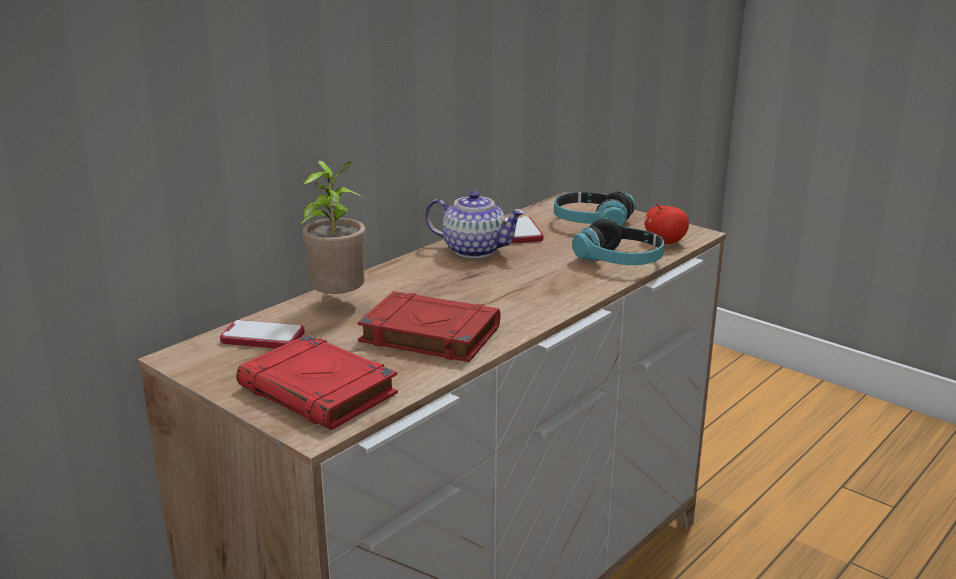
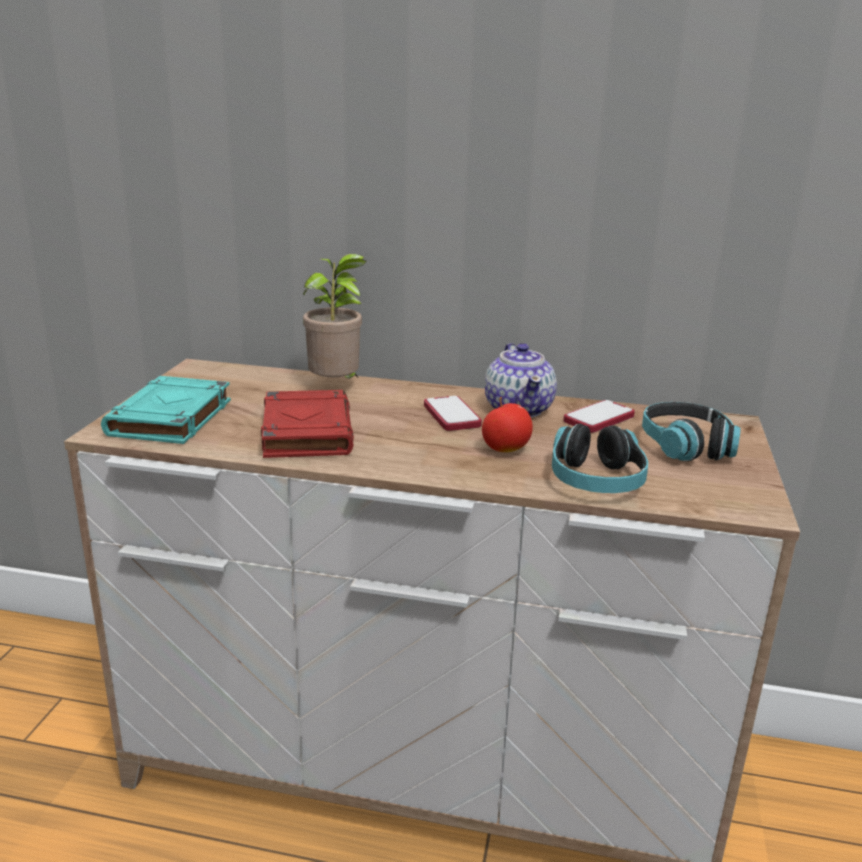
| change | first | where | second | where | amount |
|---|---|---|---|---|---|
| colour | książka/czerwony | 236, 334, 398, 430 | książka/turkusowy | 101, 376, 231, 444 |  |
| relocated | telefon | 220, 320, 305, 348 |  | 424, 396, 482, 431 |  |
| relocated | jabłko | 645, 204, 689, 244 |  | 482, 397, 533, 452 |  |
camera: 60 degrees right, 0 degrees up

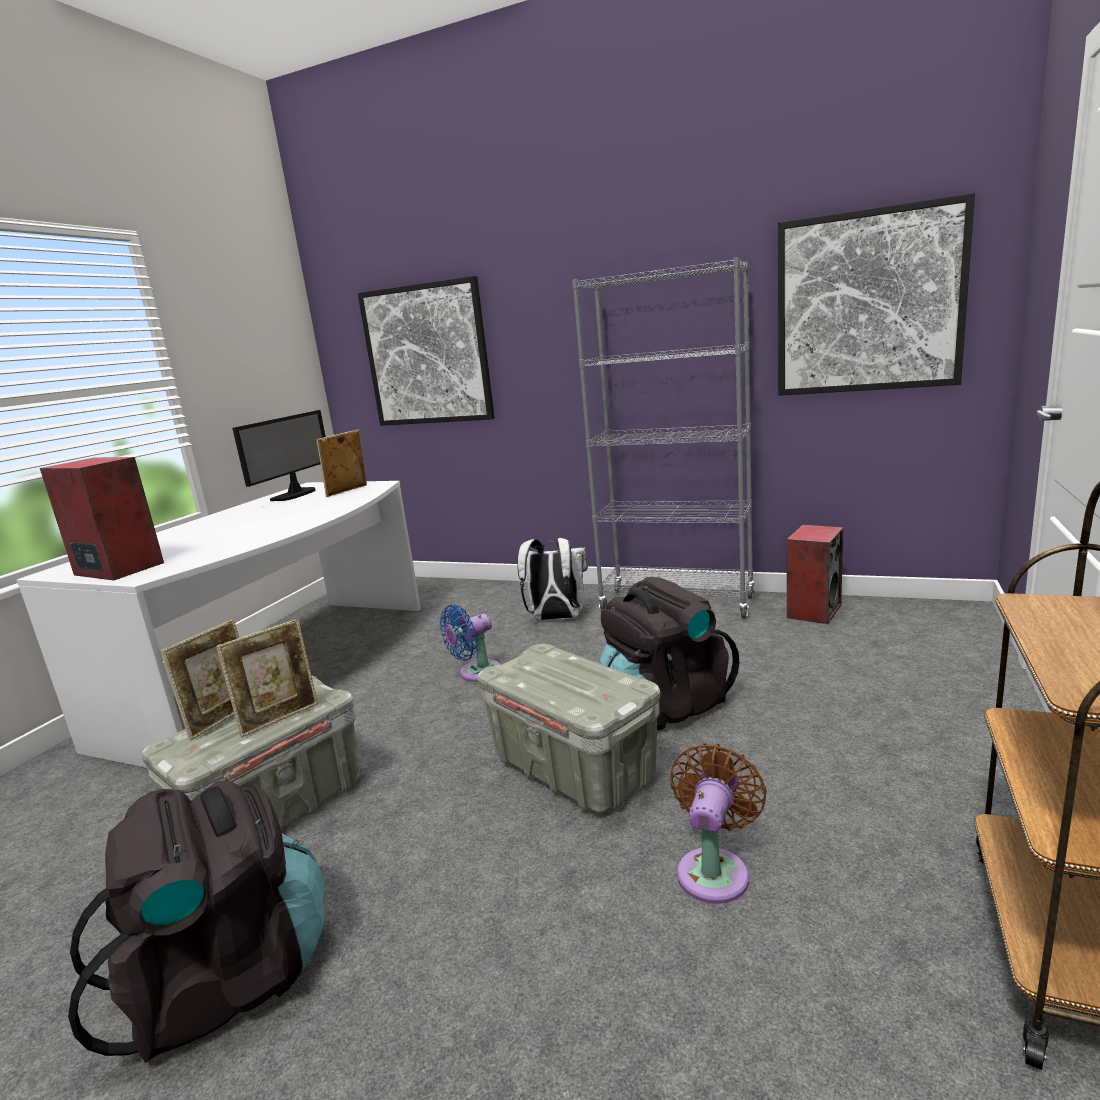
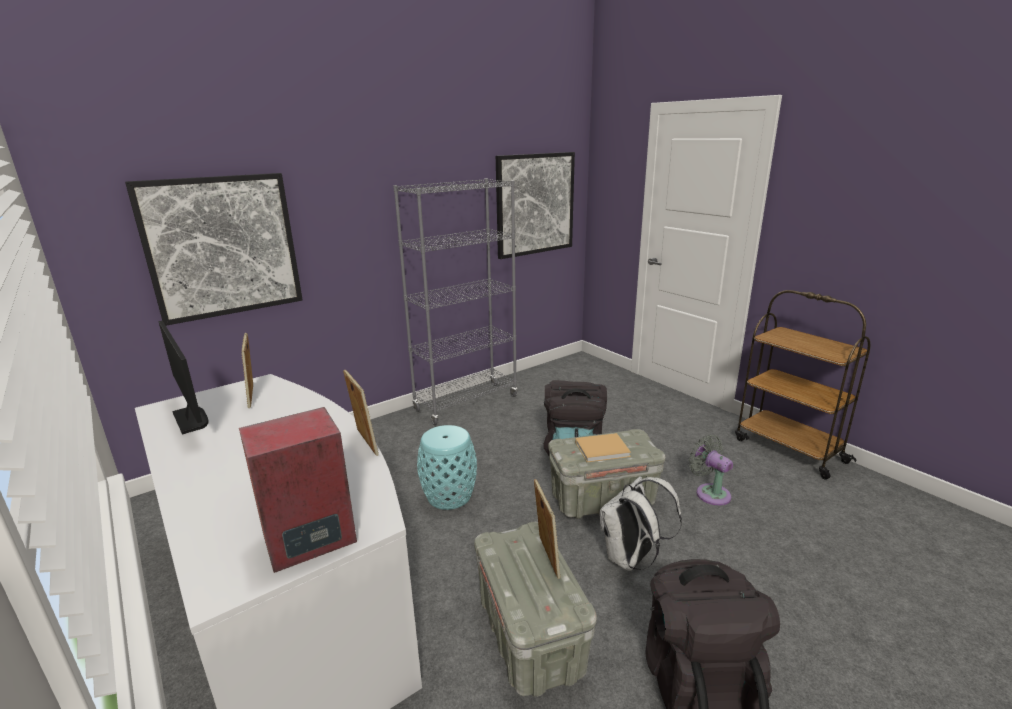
| change | first | where | second | where | amount |
|---|---|---|---|---|---|
| relocated | ramka na zdjęcie | 161, 619, 239, 740 |  | 343, 370, 379, 456 |  |
| exchanged | wentylator/niebieski | 440, 605, 501, 682 | stołek/turkusowy | 417, 425, 477, 510 |  |
| appeared |  |  | książka/beżowy | 575, 433, 631, 462 |  |
| relocated | plecak/biały | 517, 538, 588, 620 |  | 599, 476, 682, 571 |  |
| colour | wentylator/brązowy | 670, 743, 767, 904 | wentylator/szary | 689, 435, 733, 506 |  |
| missing | głośnik | 787, 525, 843, 624 |  |  |  |
camera: 60 degrees left, 5 degrees up

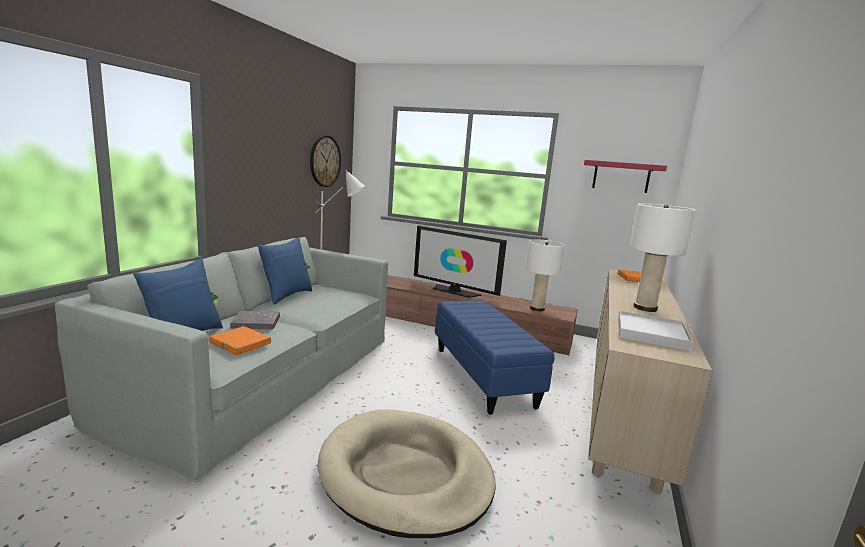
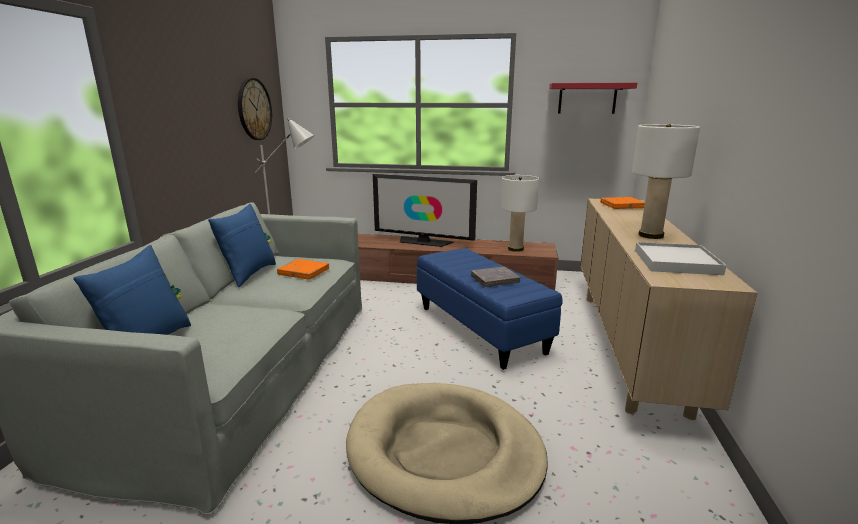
| change | first | where | second | where | amount |
|---|---|---|---|---|---|
| relocated | książka/pomarańczowy | 209, 326, 271, 355 |  | 277, 259, 329, 280 |  |
| relocated | książka/szary | 230, 311, 280, 330 |  | 471, 267, 520, 287 |  |
camera: 10 degrees left, 5 degrees up

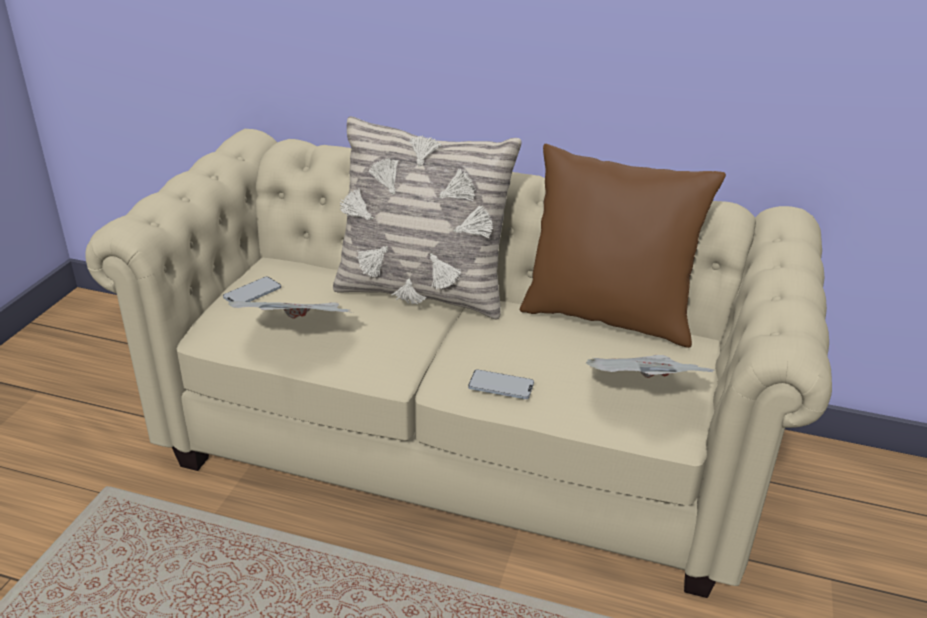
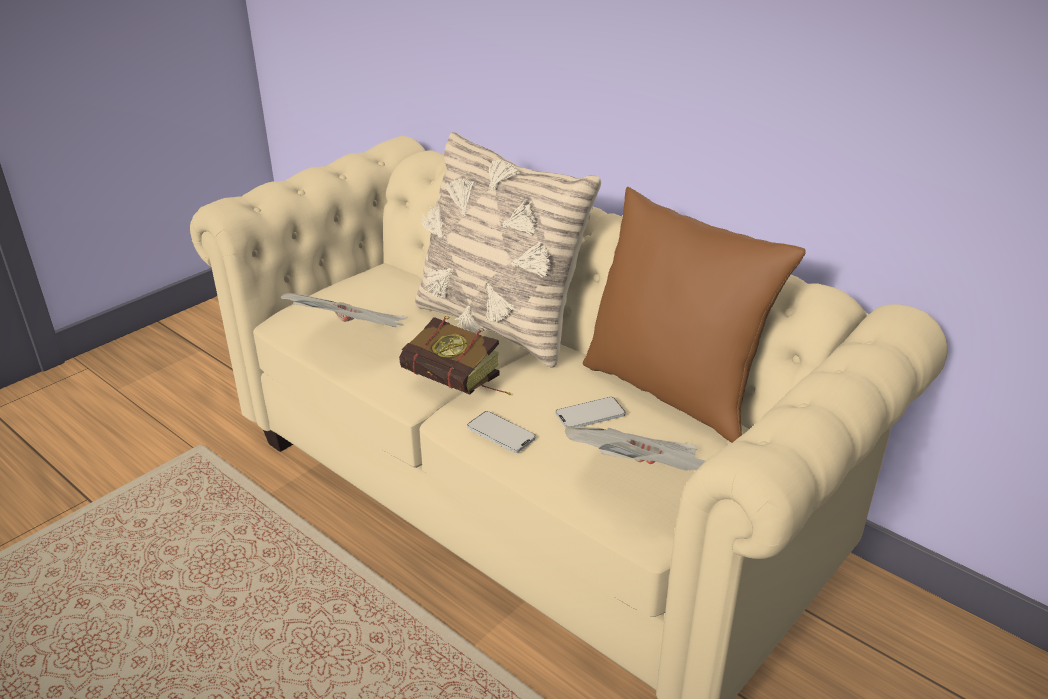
| change | first | where | second | where | amount |
|---|---|---|---|---|---|
| appeared |  |  | książka | 399, 316, 511, 395 |  |
| relocated | telefon | 223, 276, 281, 302 |  | 556, 397, 626, 428 |  |
camera: 25 degrees right, 0 degrees up

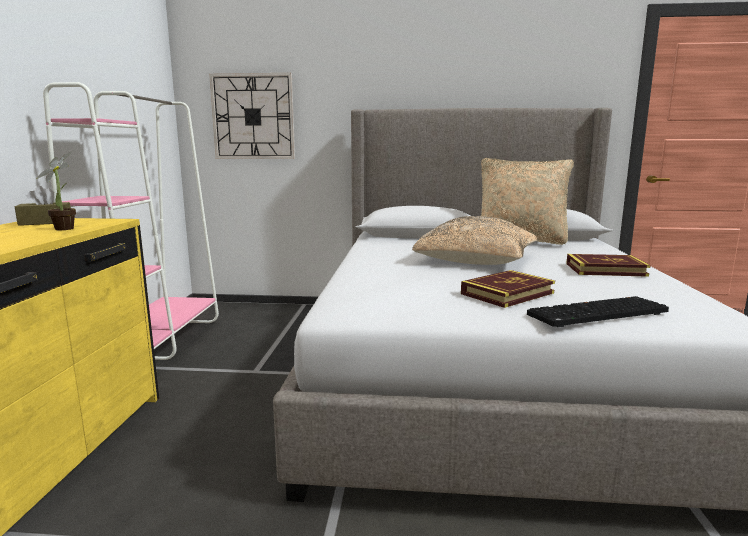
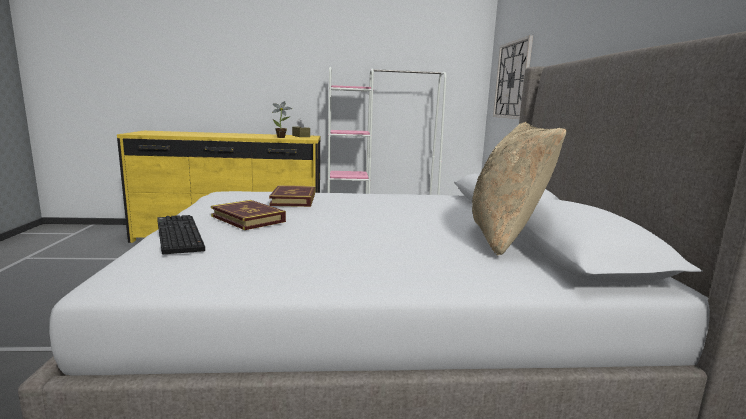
| change | first | where | second | where | amount |
|---|---|---|---|---|---|
| relocated | książka | 566, 254, 650, 277 |  | 269, 185, 315, 207 |  |
| missing | poduszka/beżowy | 412, 216, 538, 265 |  |  |  |
camera: 80 degrees right, 0 degrees up

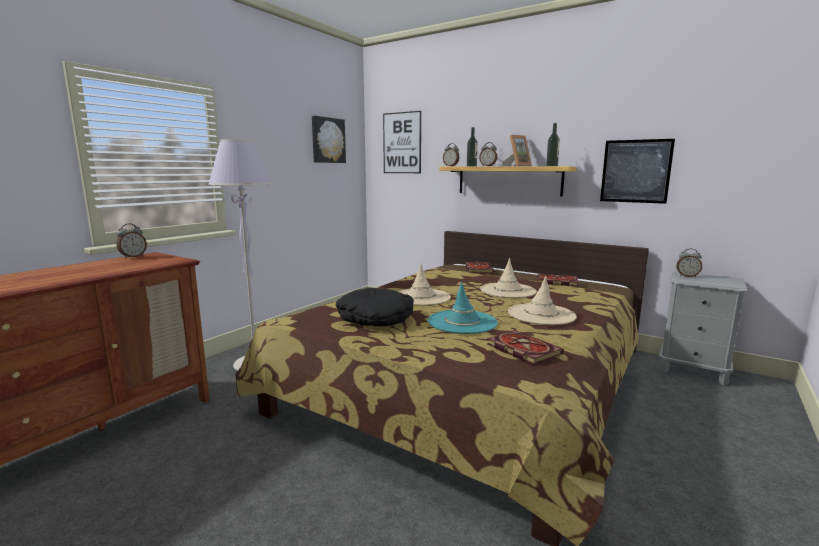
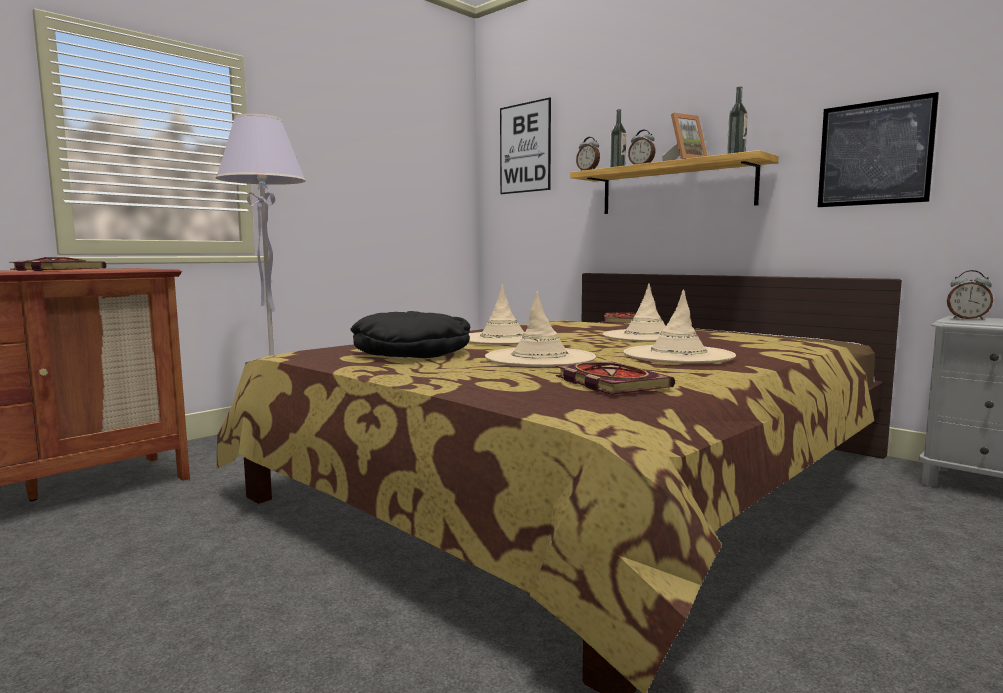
| change | first | where | second | where | amount |
|---|---|---|---|---|---|
| relocated | książka | 537, 274, 578, 286 |  | 10, 257, 106, 271 |  |
| colour | kapelusz/turkusowy | 428, 282, 498, 334 | kapelusz/beżowy | 485, 291, 596, 367 |  |
| missing | budzik | 117, 224, 147, 258 |  |  |  |
| missing | obraz | 312, 116, 346, 163 |  |  |  |
camera: 10 degrees right, 5 degrees down

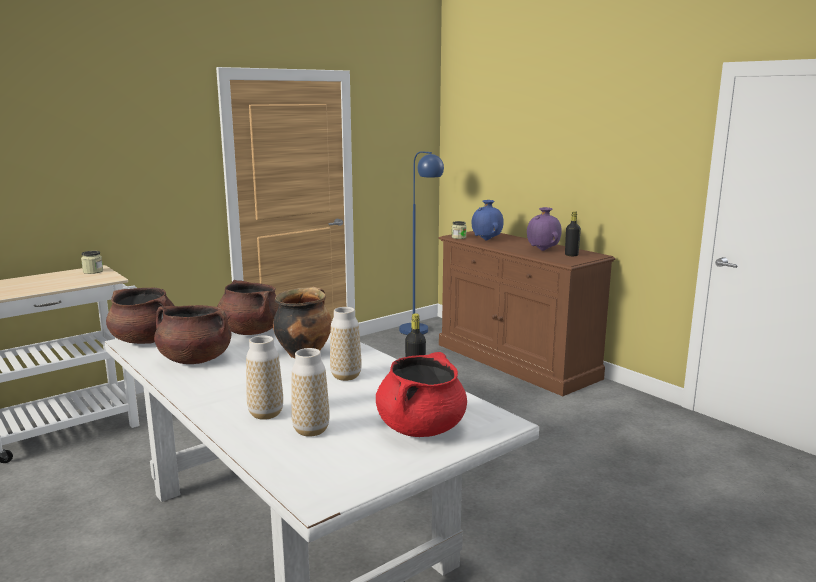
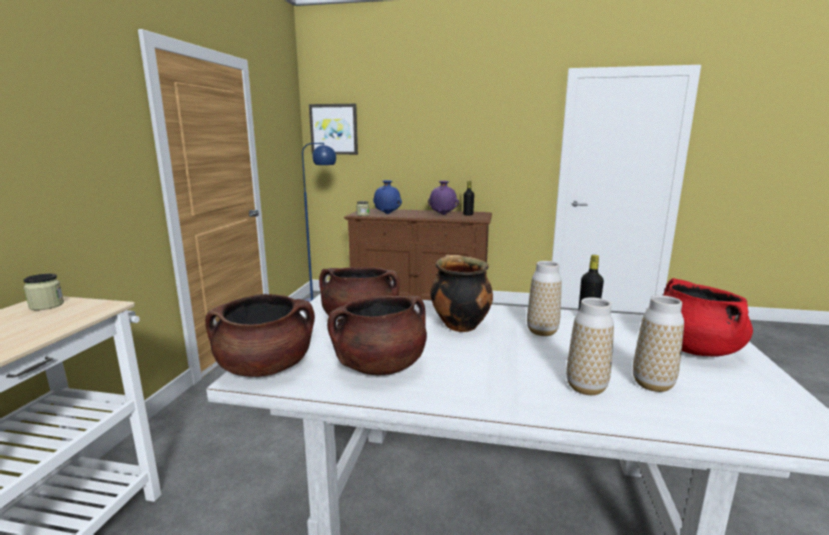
| change | first | where | second | where | amount |
|---|---|---|---|---|---|
| appeared |  |  | obraz | 309, 104, 358, 155 |  |
camera: 40 degrees left, 0 degrees up

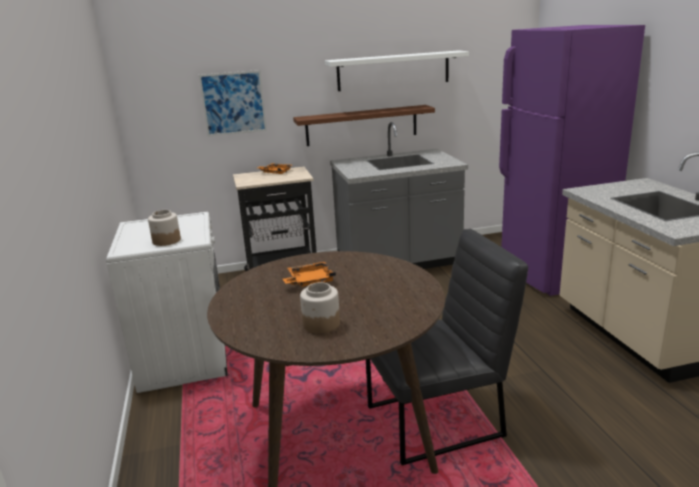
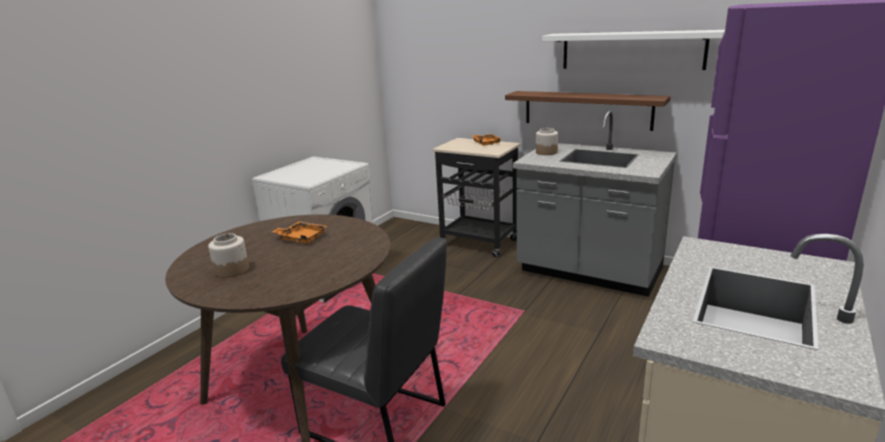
| change | first | where | second | where | amount |
|---|---|---|---|---|---|
| relocated | słoik | 148, 210, 181, 246 |  | 536, 128, 558, 155 |  |
| missing | obraz | 199, 70, 267, 137 |  |  |  |
camera: 45 degrees right, 0 degrees up

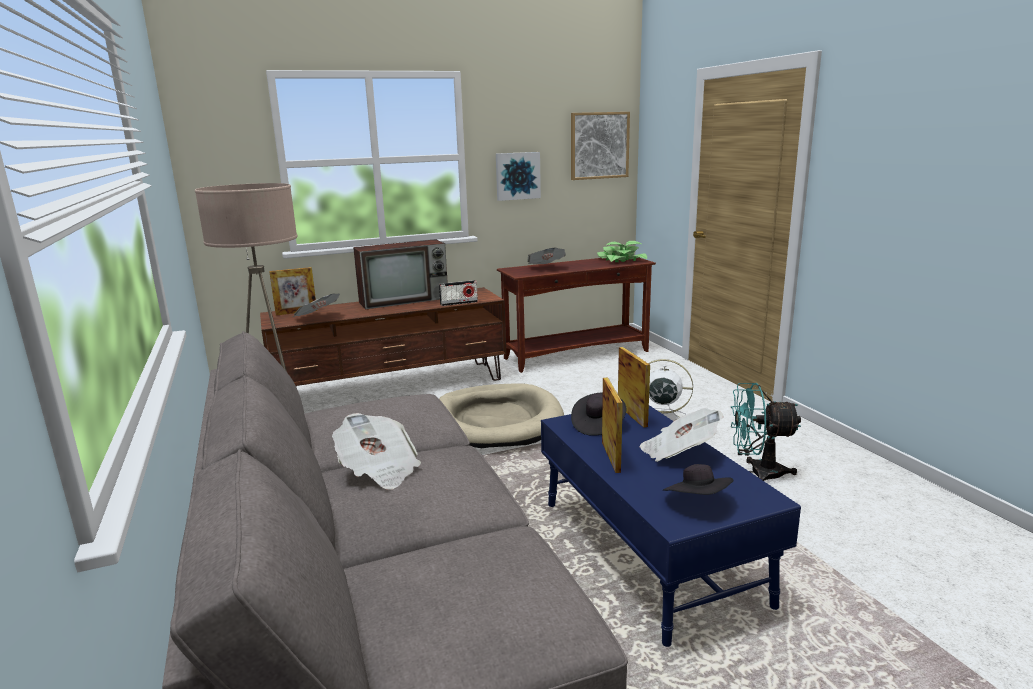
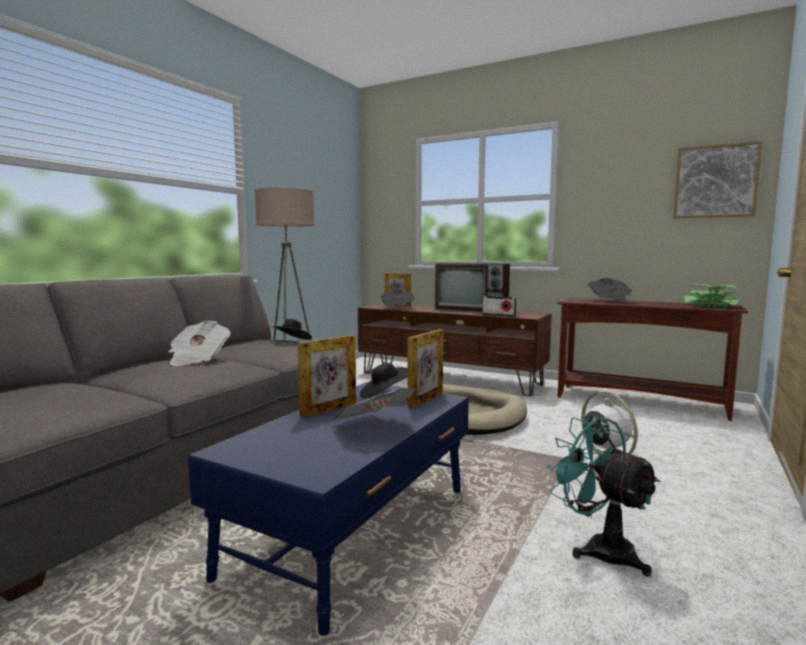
| change | first | where | second | where | amount |
|---|---|---|---|---|---|
| relocated | kapelusz/czarny | 663, 464, 734, 495 |  | 271, 319, 312, 340 |  |
| missing | obraz | 496, 152, 541, 201 |  |  |  |
camera: 50 degrees right, 10 degrees down

